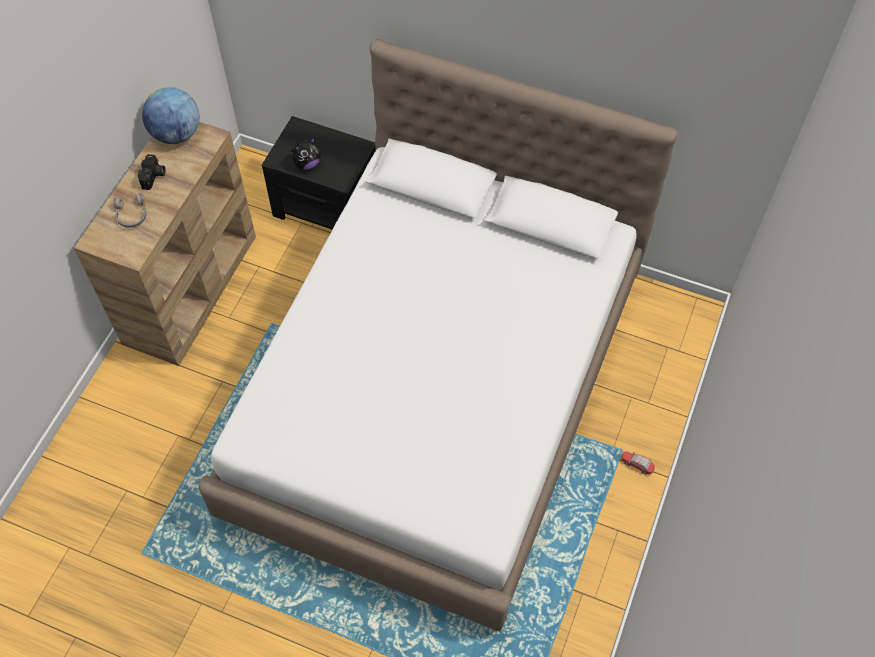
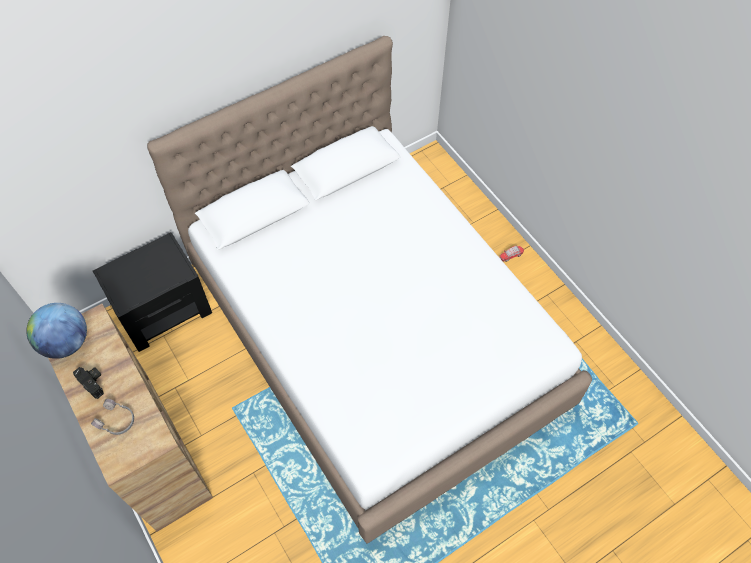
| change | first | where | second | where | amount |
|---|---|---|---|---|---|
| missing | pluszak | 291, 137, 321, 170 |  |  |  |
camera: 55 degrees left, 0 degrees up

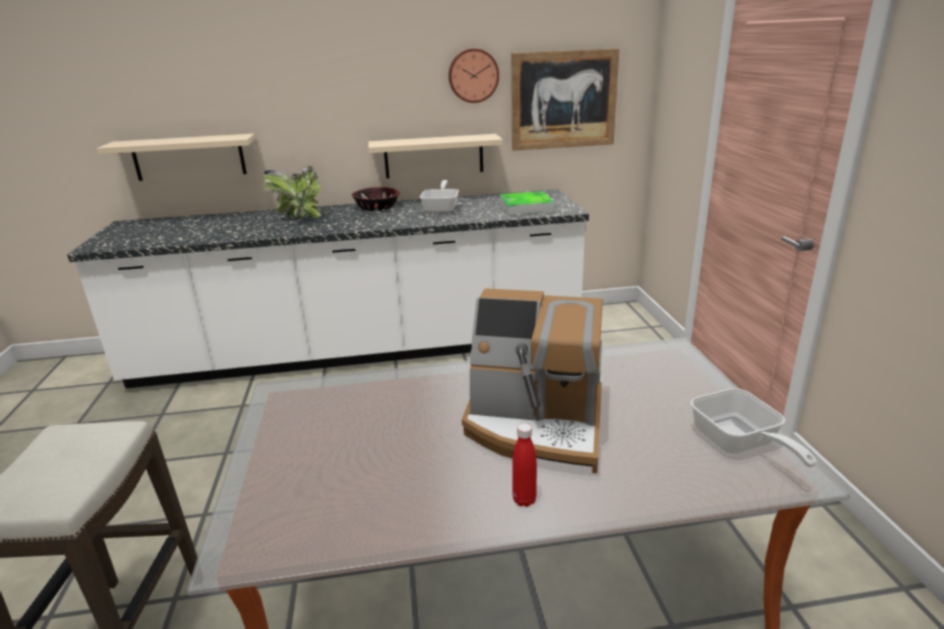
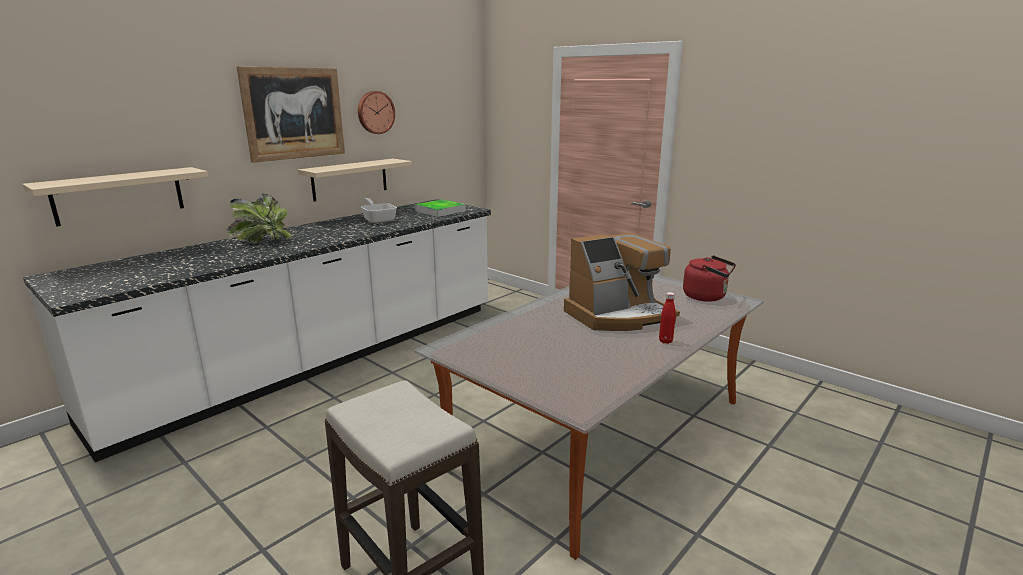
| change | first | where | second | where | amount |
|---|---|---|---|---|---|
| relocated | obraz | 511, 48, 620, 151 |  | 237, 67, 345, 163 |  |
| exchanged | patelnia | 691, 388, 817, 468 | czajnik/czerwony | 683, 256, 736, 302 |  |
| missing | miska | 352, 187, 400, 211 |  |  |  |
camera: 40 degrees left, 5 degrees down

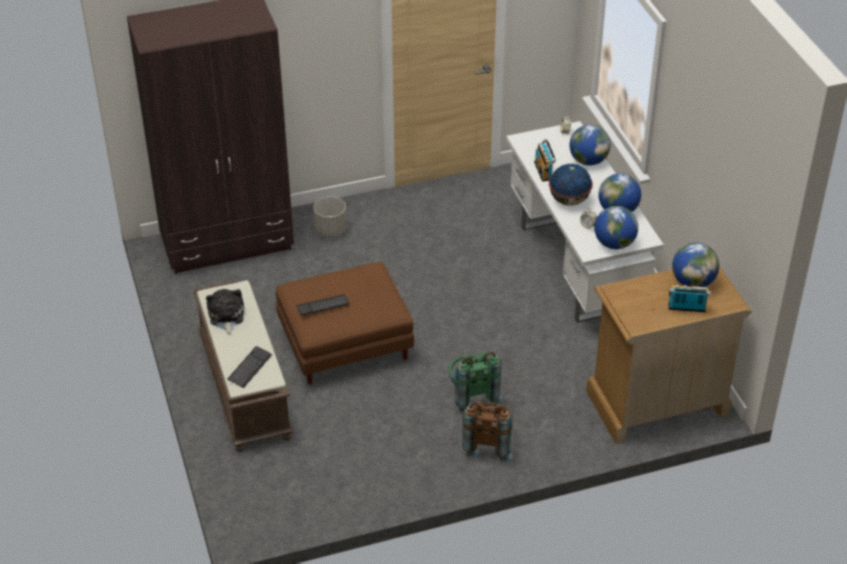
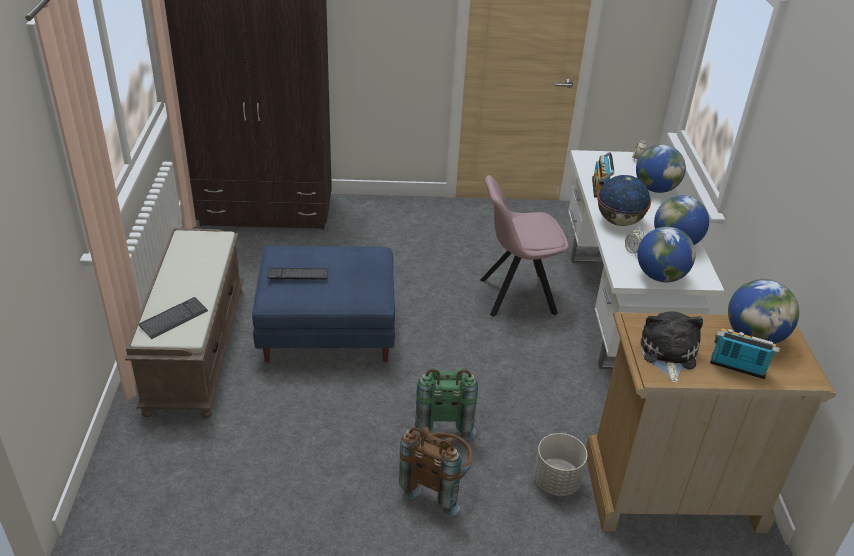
| change | first | where | second | where | amount |
|---|---|---|---|---|---|
| colour | pufa/brązowy | 276, 262, 414, 385 | pufa/niebieski | 252, 245, 395, 363 |  |
| appeared |  |  | krzesło/różowy | 481, 175, 569, 317 |  |
| relocated | donica/szary | 313, 196, 347, 237 |  | 534, 433, 587, 496 |  |
| relocated | pluszak | 206, 289, 244, 335 |  | 640, 311, 703, 383 |  |
camera: 15 degrees right, 5 degrees down

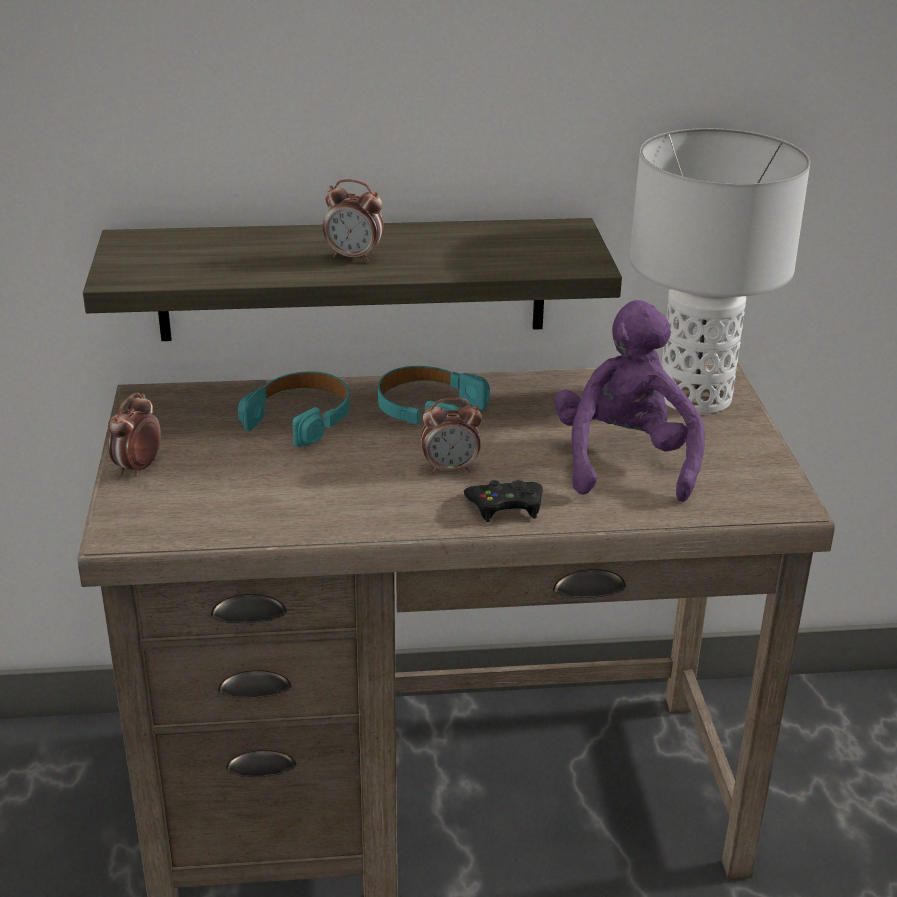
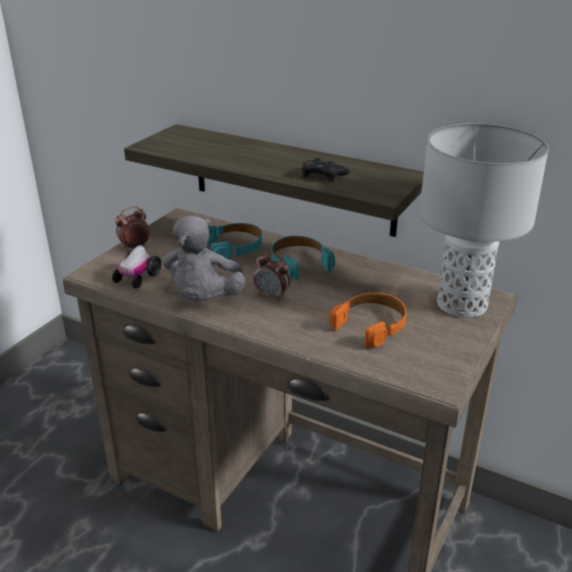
| change | first | where | second | where | amount |
|---|---|---|---|---|---|
| appeared |  |  | samochodzik | 112, 245, 162, 289 |  |
| appeared |  |  | pluszak/szary | 162, 215, 245, 301 |  |
| relocated | pad do gier/czarny | 464, 480, 543, 522 |  | 302, 158, 350, 182 |  |
| exchanged | pluszak/fioletowy | 554, 300, 705, 502 | słuchawki/pomarańczowy | 329, 293, 407, 348 |  |
| missing | budzik | 323, 179, 384, 262 |  |  |  |
camera: 35 degrees right, 0 degrees up

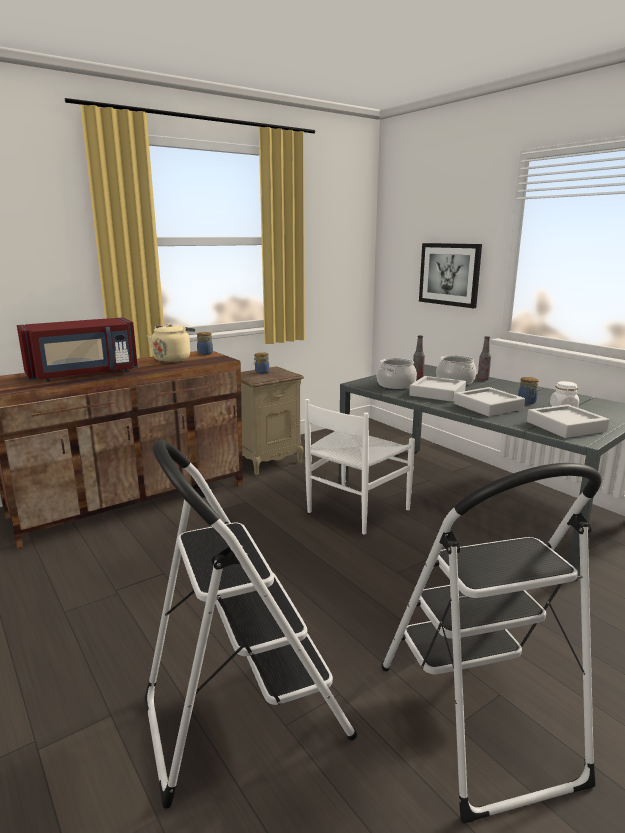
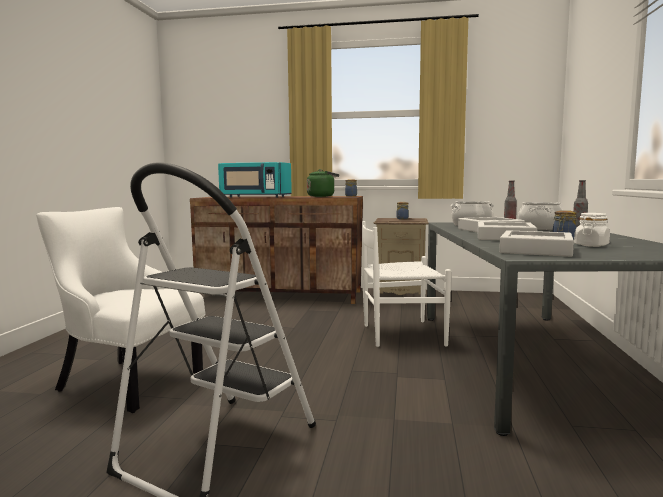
| change | first | where | second | where | amount |
|---|---|---|---|---|---|
| exchanged | drabinka | 145, 439, 357, 809 | krzesło/biały | 36, 207, 206, 413 |  |
| colour | mikrofalówka/czerwony | 17, 317, 138, 381 | mikrofalówka/turkusowy | 218, 162, 292, 197 |  |
| colour | czajnik/beżowy | 147, 324, 195, 362 | czajnik/zielony | 307, 169, 339, 197 |  |
| missing | obraz | 419, 243, 482, 308 |  |  |  |
camera: 45 degrees right, 10 degrees down

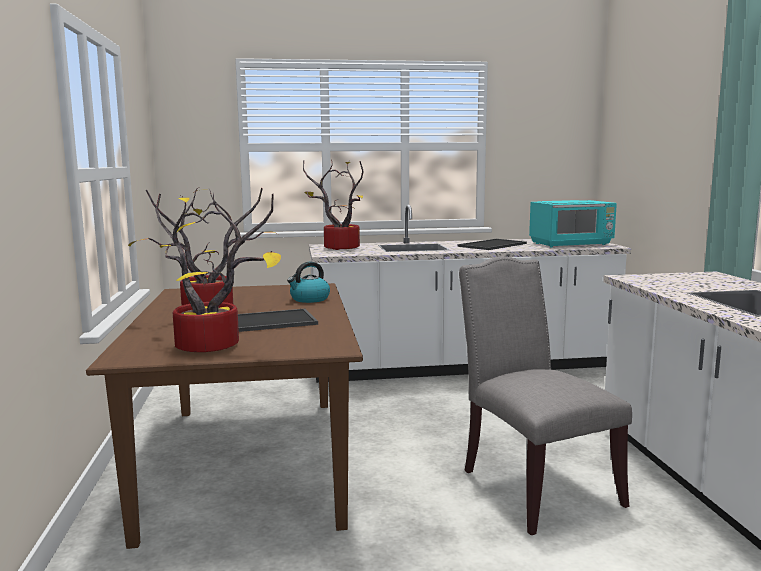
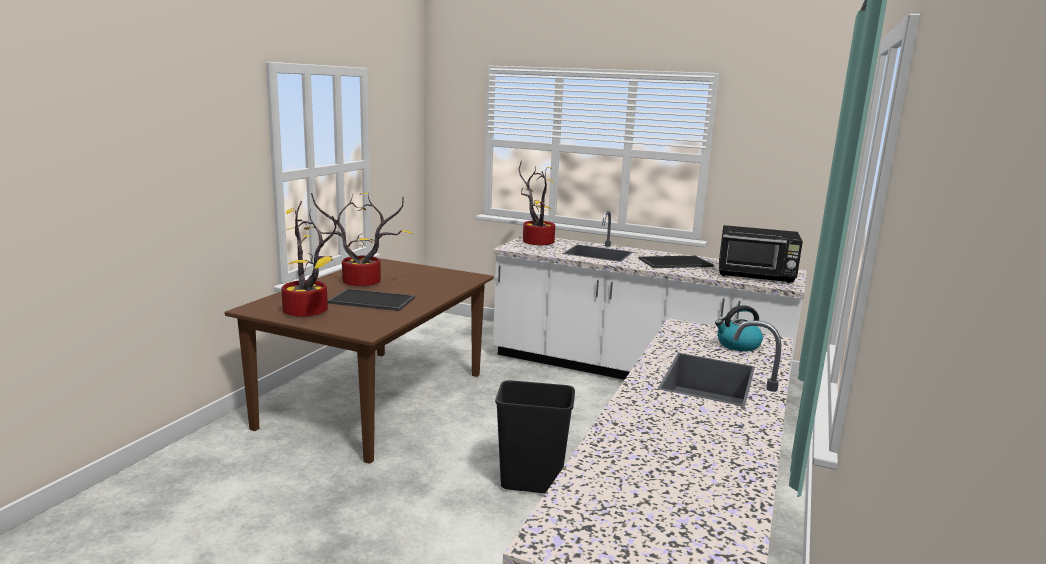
| change | first | where | second | where | amount |
|---|---|---|---|---|---|
| exchanged | krzesło/szary | 459, 256, 632, 535 | kosz na śmieci/czarny | 495, 380, 575, 493 |  |
| relocated | czajnik | 287, 262, 330, 303 |  | 715, 305, 763, 352 |  |
| colour | mikrofalówka/turkusowy | 529, 200, 617, 248 | mikrofalówka/czarny | 719, 225, 803, 283 |  |
camera: 30 degrees right, 5 degrees up

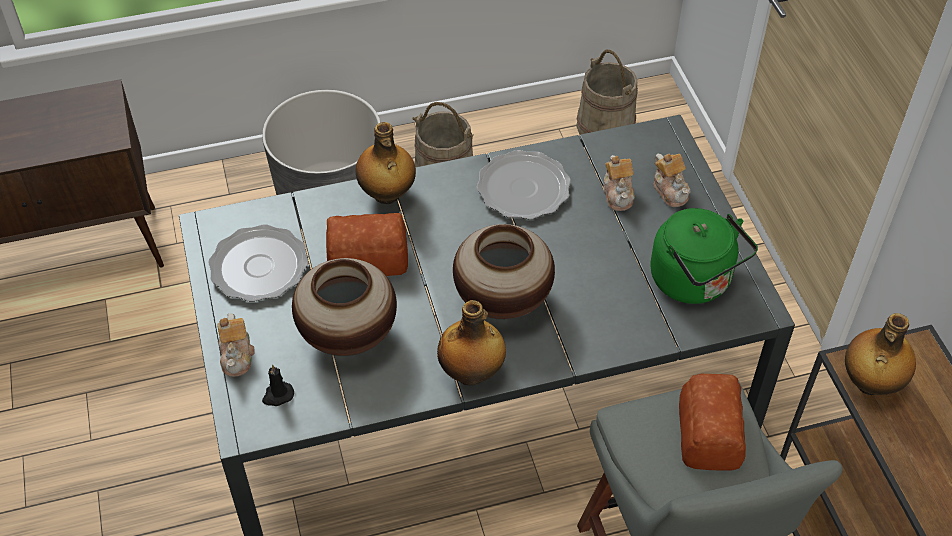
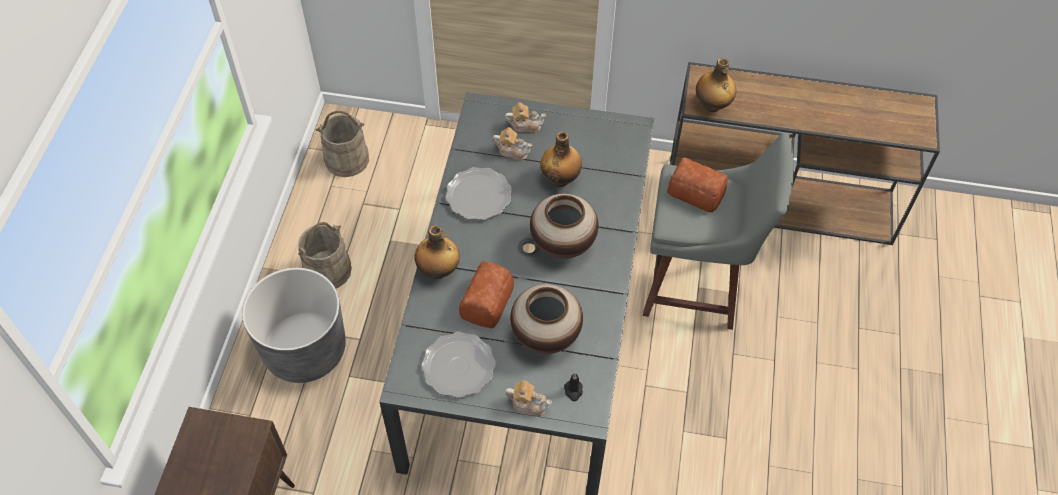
| change | first | where | second | where | amount |
|---|---|---|---|---|---|
| relocated | butelka | 437, 300, 506, 385 |  | 541, 131, 582, 187 |  |
| missing | czajnik/zielony | 650, 208, 758, 304 |  |  |  |
camera: 65 degrees left, 5 degrees up

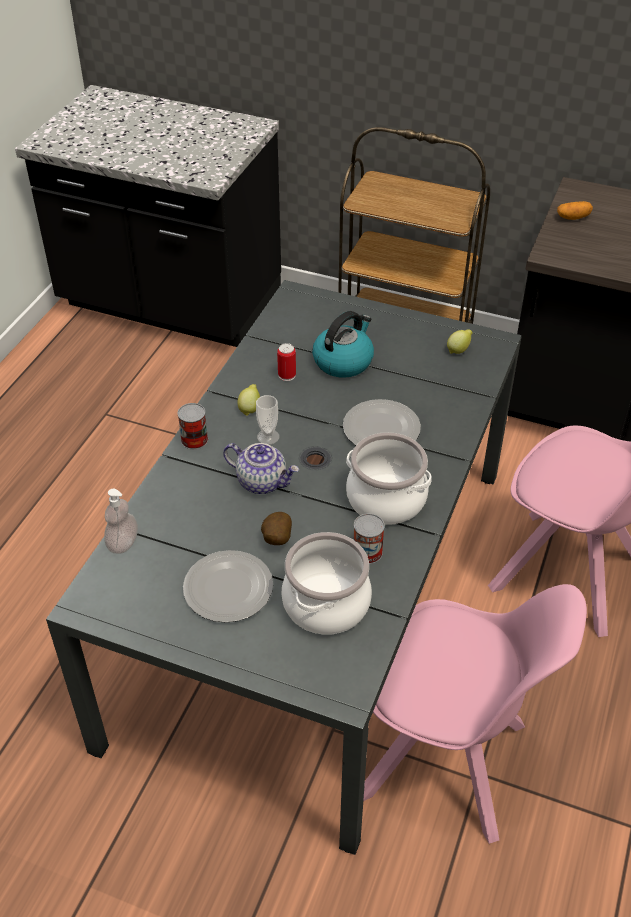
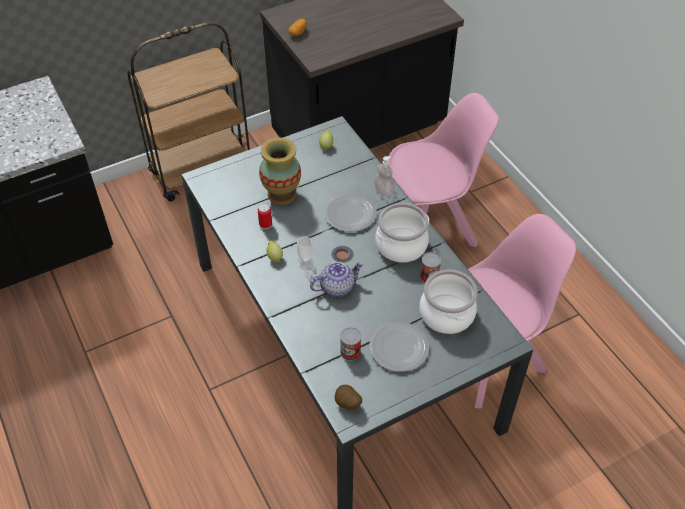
| change | first | where | second | where | amount |
|---|---|---|---|---|---|
| exchanged | czajnik | 312, 311, 374, 378 | wazon | 259, 137, 301, 205 |  |
| relocated | ziemniak | 261, 512, 292, 545 |  | 335, 385, 362, 410 |  |
| relocated | puszka | 178, 403, 208, 449 |  | 340, 327, 361, 361 |  |
| relocated | dozownik mydła | 104, 488, 138, 554 |  | 374, 156, 395, 196 |  |
camera: 50 degrees left, 5 degrees up

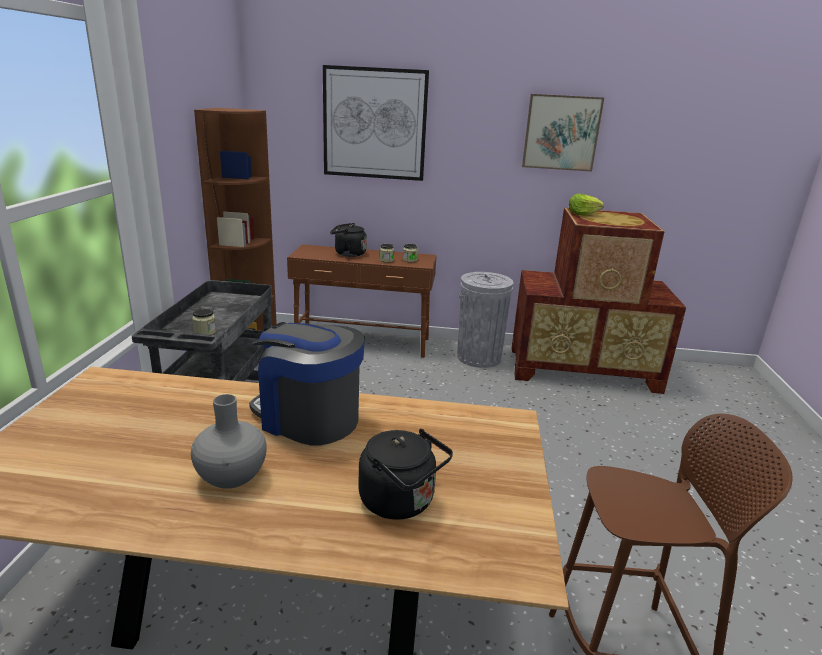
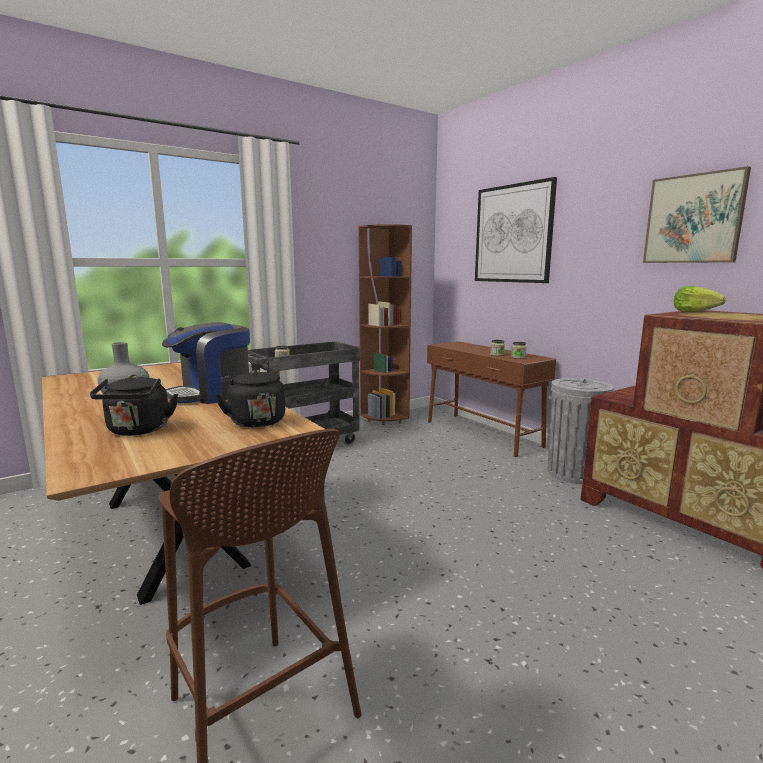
| change | first | where | second | where | amount |
|---|---|---|---|---|---|
| spun | ekspres do kawy | 249, 322, 365, 446 |  | 162, 322, 250, 404 | 120 degrees counterclockwise |
| relocated | czajnik/czarny | 330, 223, 367, 257 |  | 215, 370, 285, 427 |  |
camera: 50 degrees right, 10 degrees down

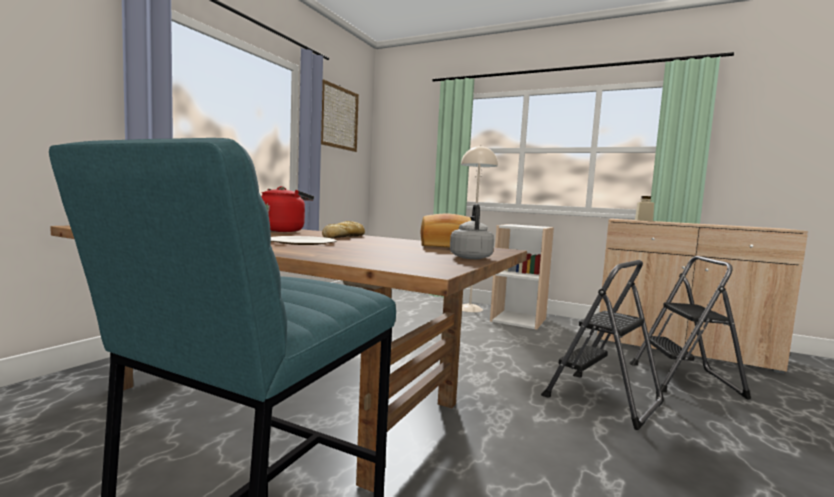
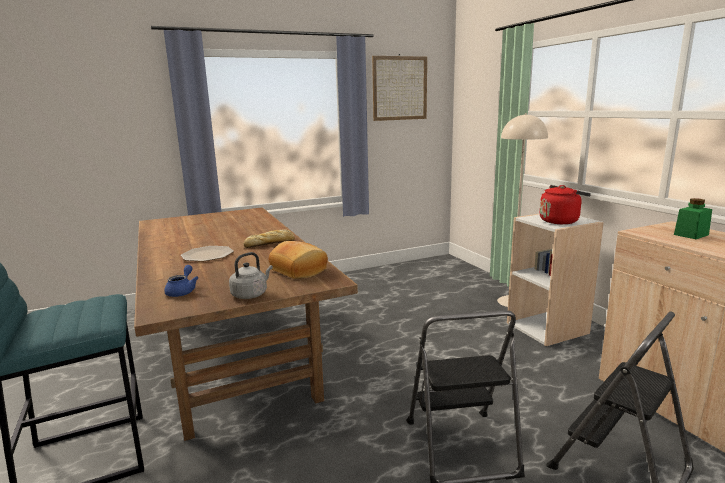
| change | first | where | second | where | amount |
|---|---|---|---|---|---|
| appeared |  |  | imbryk/niebieski | 164, 265, 198, 297 |  |
| relocated | czajnik/czerwony | 261, 186, 314, 232 |  | 539, 185, 591, 224 |  |
| colour | słoik/beżowy | 635, 196, 654, 221 | słoik/zielony | 674, 198, 712, 239 |  |
camera: 40 degrees right, 10 degrees up

